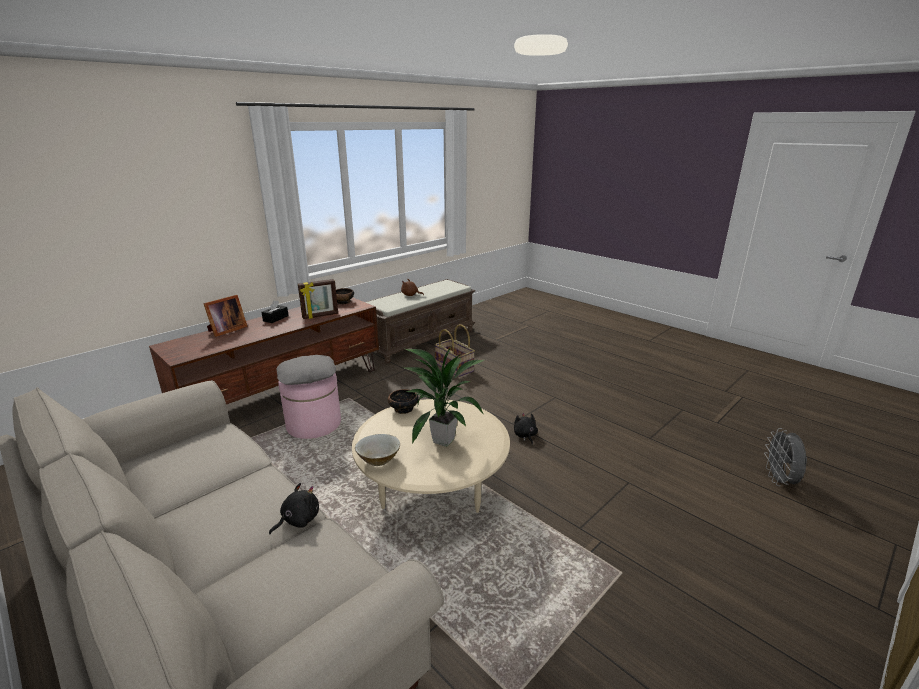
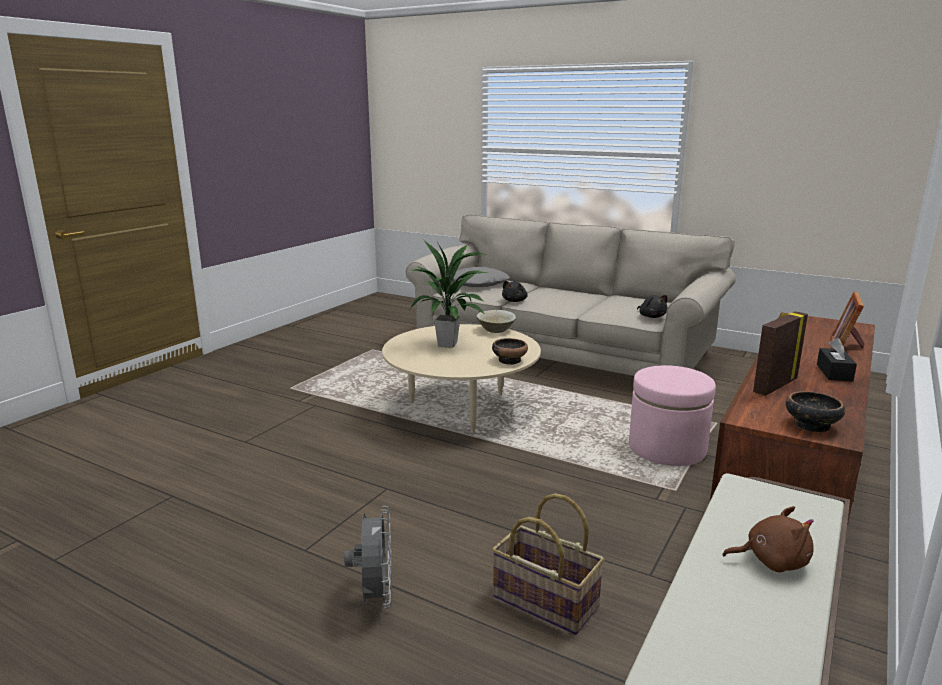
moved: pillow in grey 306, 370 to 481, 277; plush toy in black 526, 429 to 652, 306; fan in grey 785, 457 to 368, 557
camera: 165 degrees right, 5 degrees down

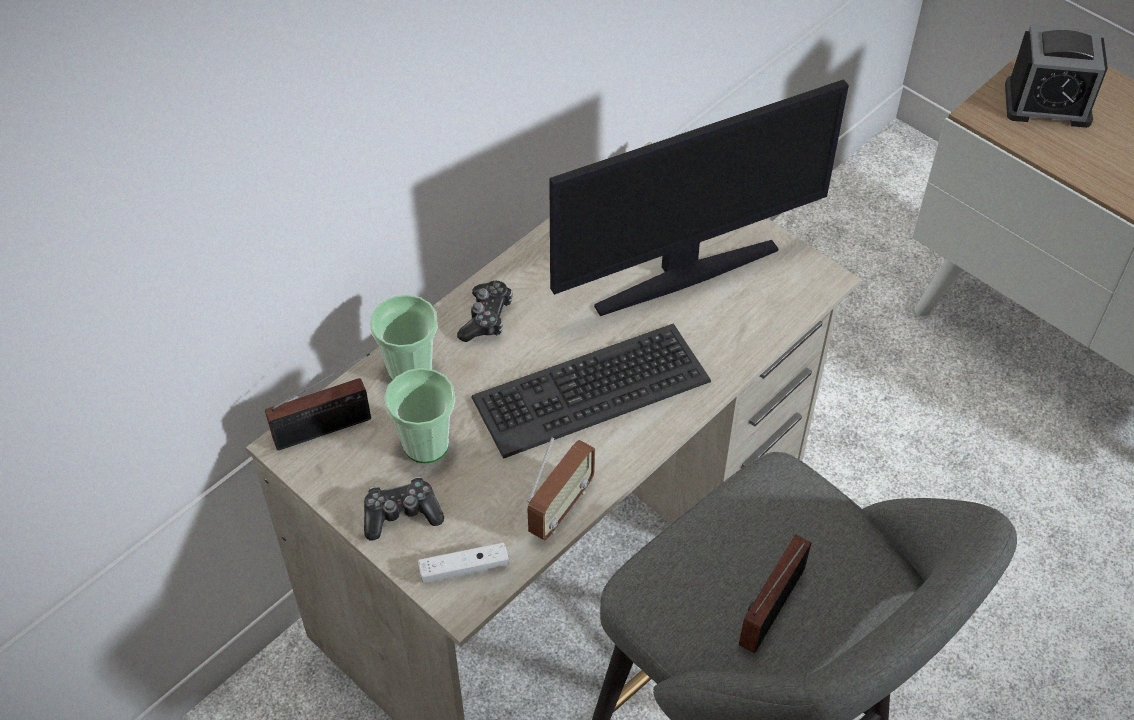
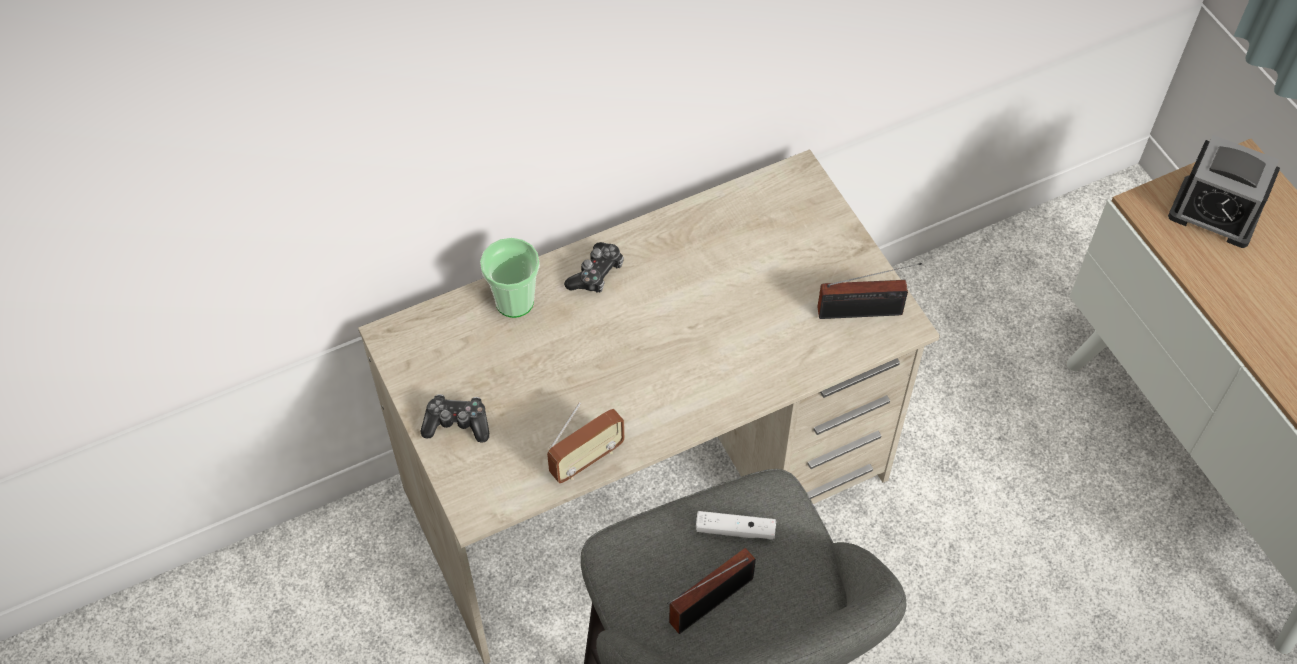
removed: cup 419, 415; keyboard 591, 391; monitor 699, 197
moved: radio 318, 401 to 869, 291; game controller in white 463, 562 to 736, 525
camera: 20 degrees right, 5 degrees up

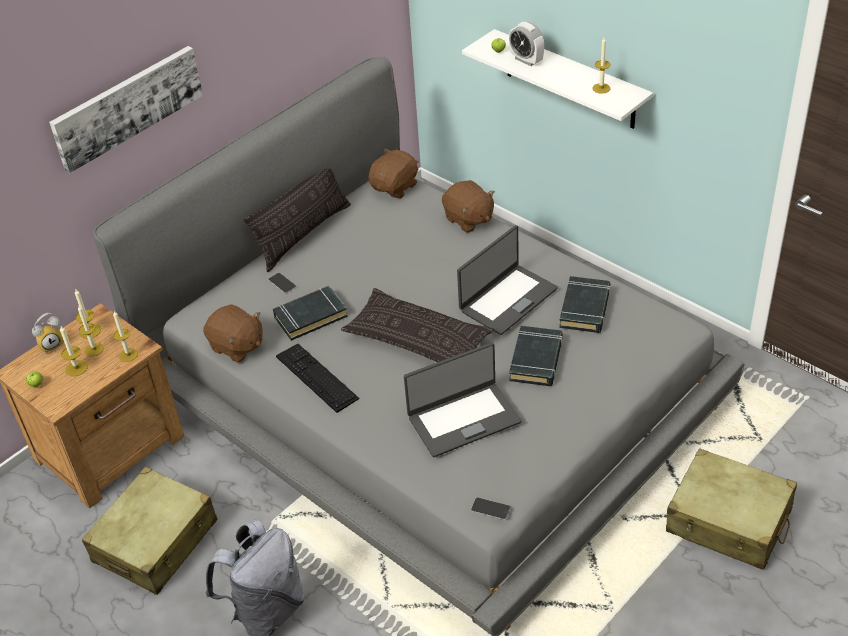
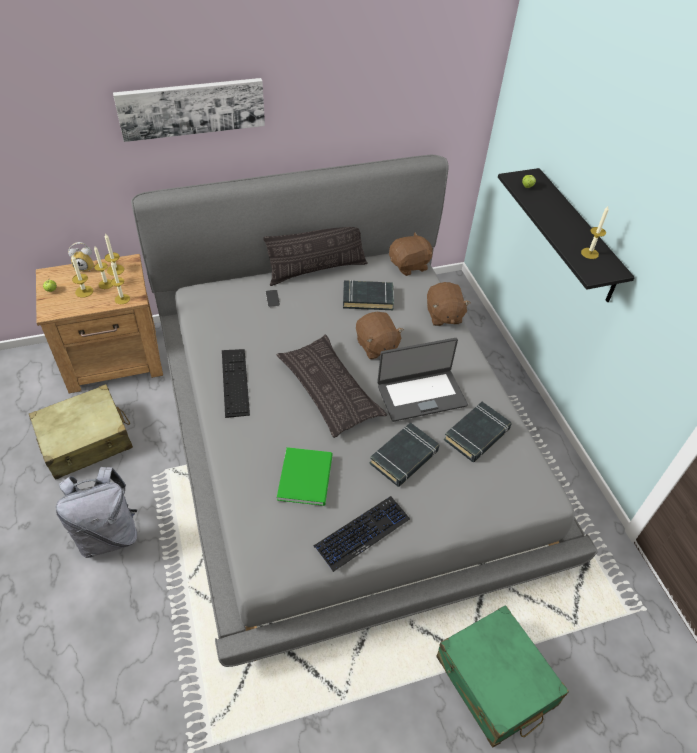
removed: phone 491, 508; alarm clock 526, 44
added: keyboard 362, 534
moved: plush toy in brown 233, 333 to 380, 335; book in black 310, 313 to 368, 295
replaced: laptop 462, 399 to book in green 305, 476
recoloured: shelf in white 557, 79 to shelf in black 566, 235; suitcase in beige 731, 509 to suitcase in green 502, 676
camera: 25 degrees right, 5 degrees up

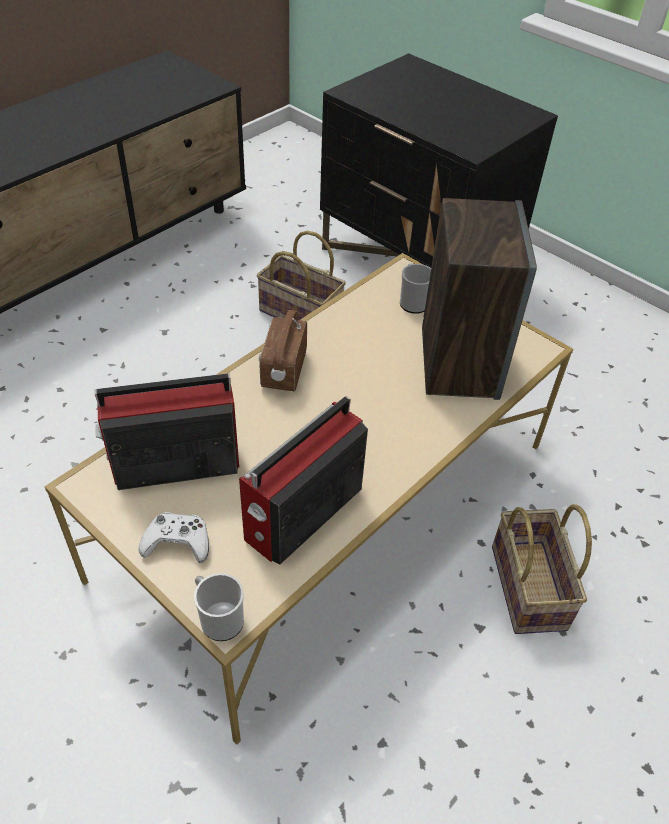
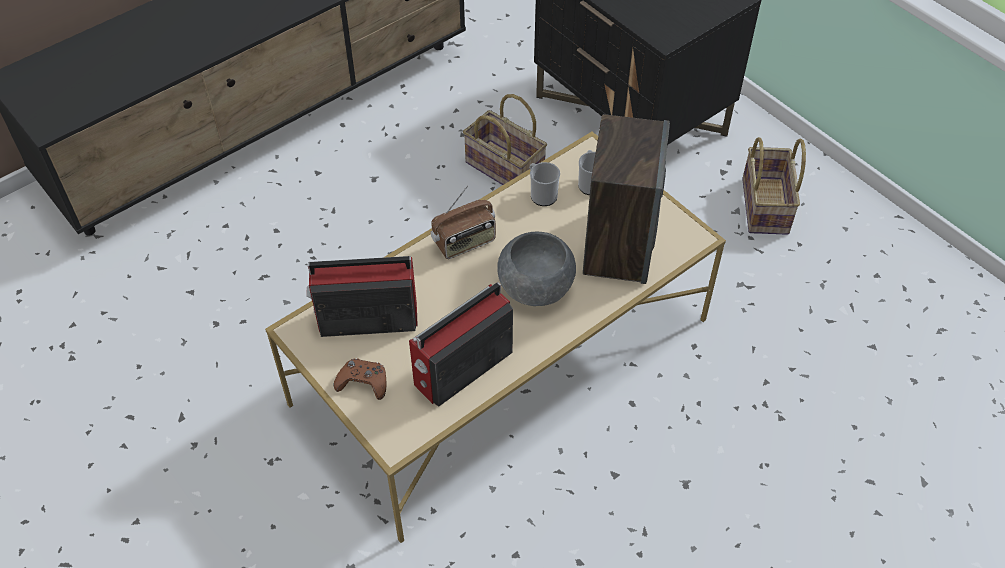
added: bowl in grey 536, 269
moved: mug 219, 607 to 545, 184; basket 542, 569 to 774, 186
recoloured: game controller in white 174, 537 to game controller in brown 360, 379
turned: radio 283, 350 = 463, 222 135 degrees counterclockwise
camera: 10 degrees right, 5 degrees up

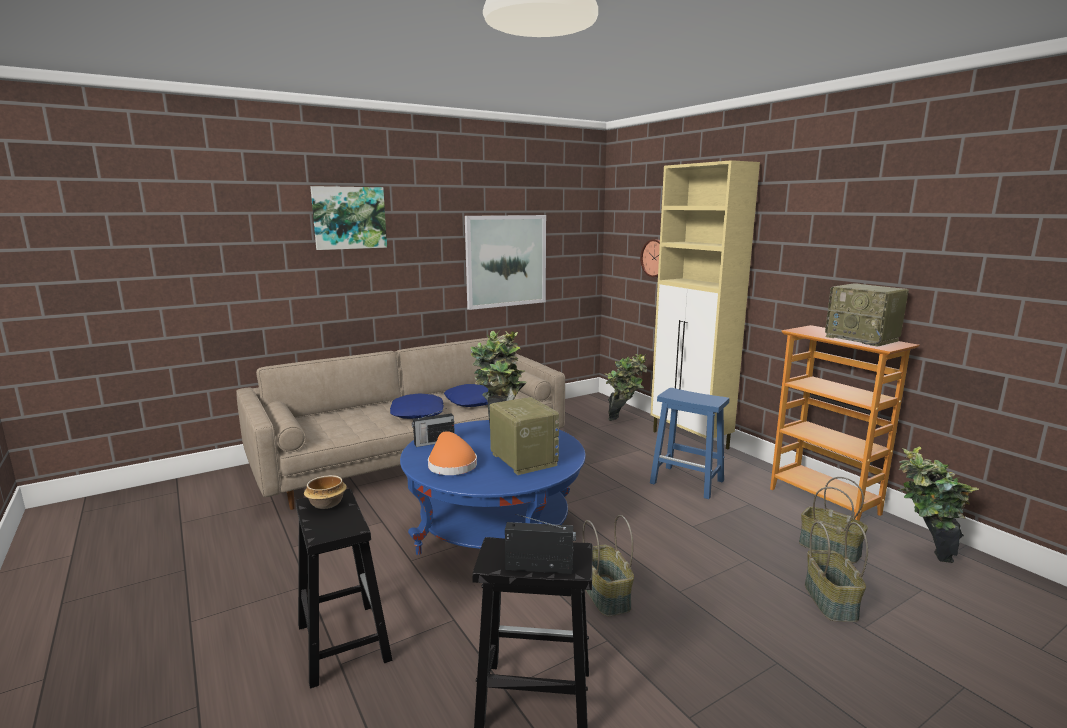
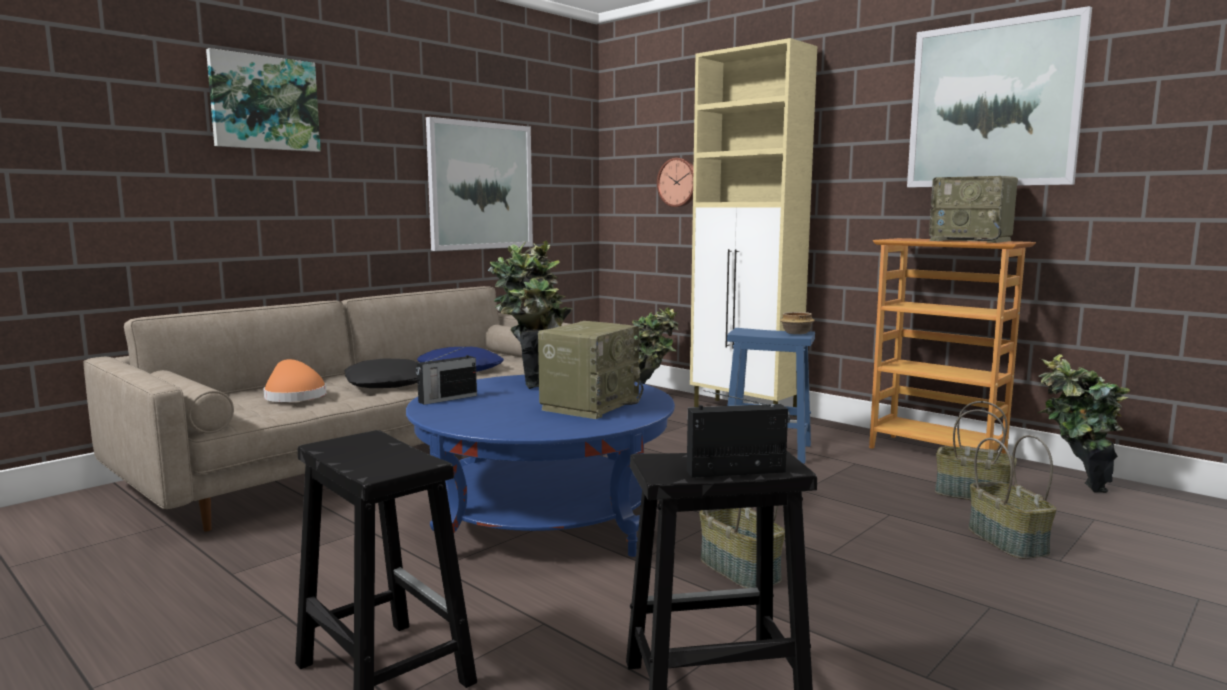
added: picture 999, 96
moved: bowl 325, 492 to 797, 323; hat in orange 452, 453 to 295, 380
recoloured: pillow in blue 417, 406 to pillow in black 381, 373
turned: radio 524, 436 = 590, 370 75 degrees clockwise
camera: 15 degrees left, 5 degrees down

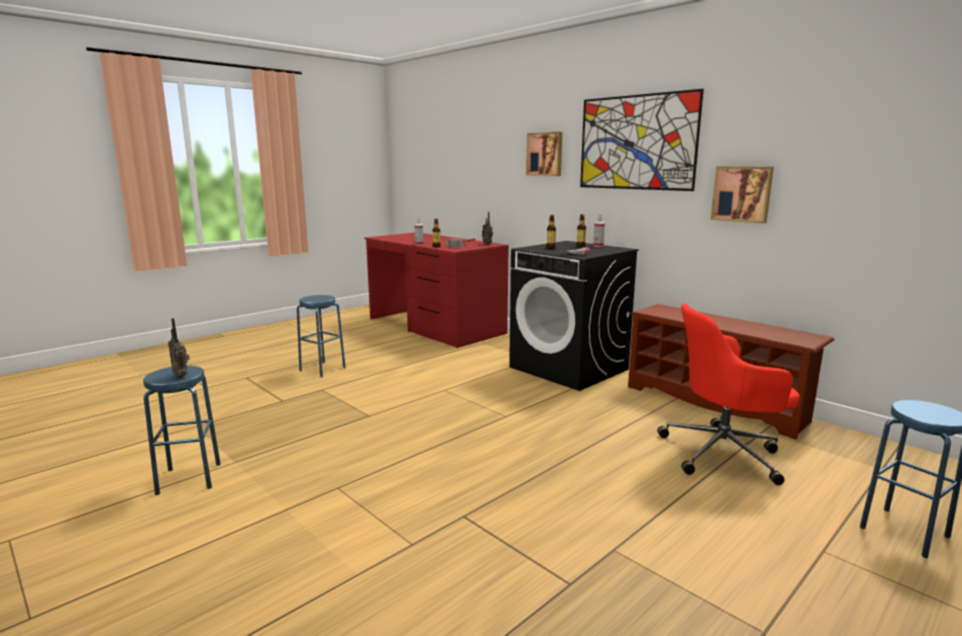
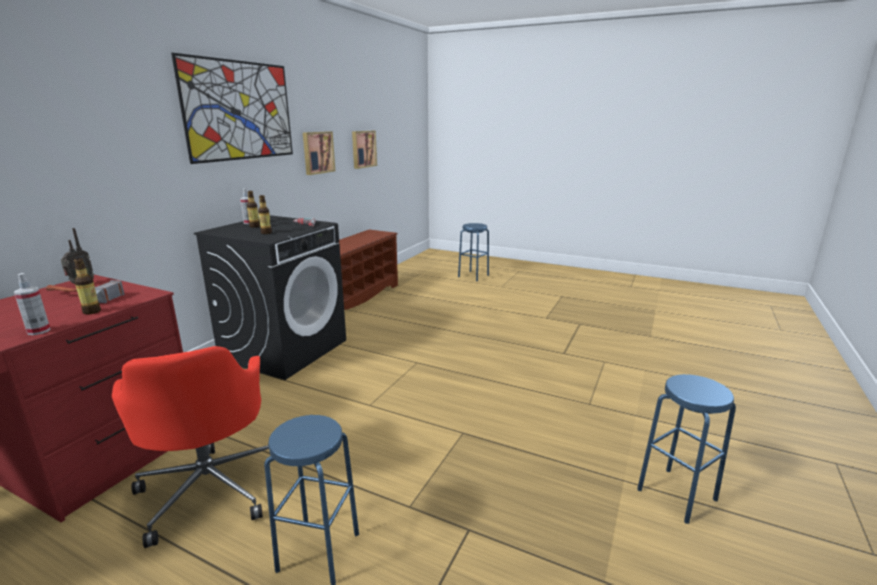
removed: radio 179, 348
moved: picture 544, 154 to 364, 150; office chair in red 728, 394 to 190, 447
camera: 110 degrees left, 5 degrees up

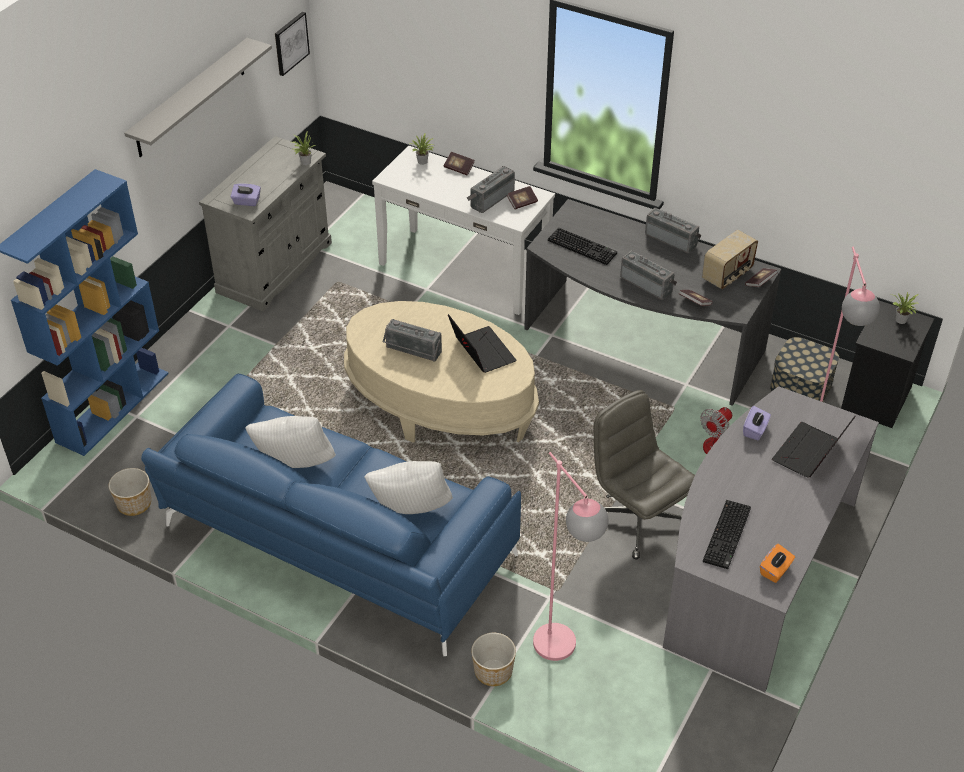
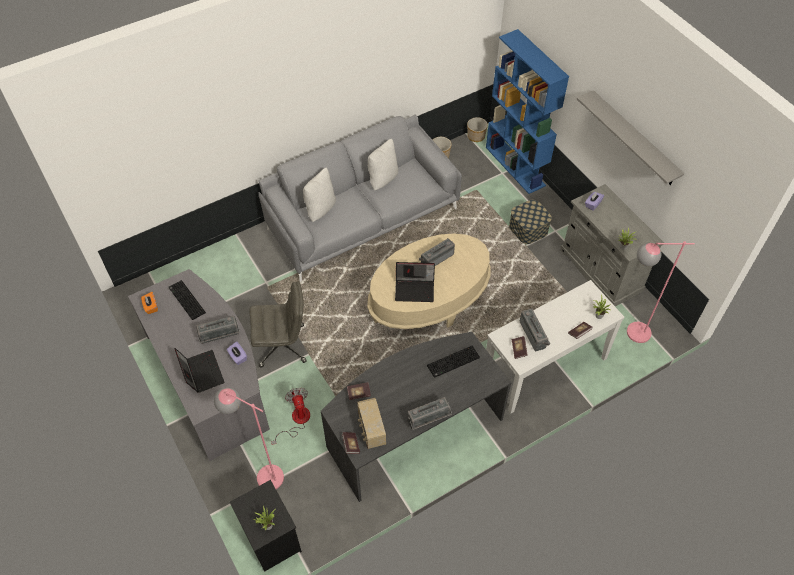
removed: picture 292, 44
moved: planter 493, 659 to 477, 129; floor lamp in pink 571, 556 to 661, 292; radio 648, 275 to 218, 329; storage box 804, 369 to 530, 222
recoloured: sofa in blue 331, 514 to sofa in grey 360, 198
camera: 120 degrees right, 10 degrees up

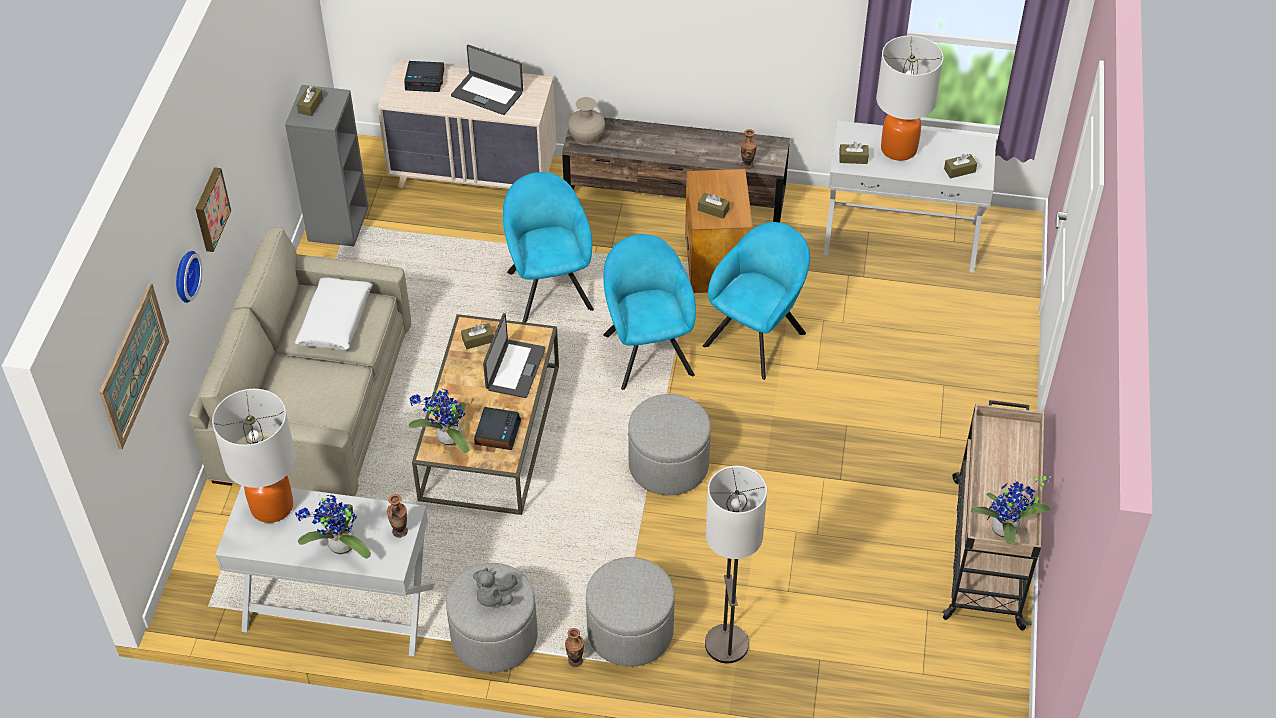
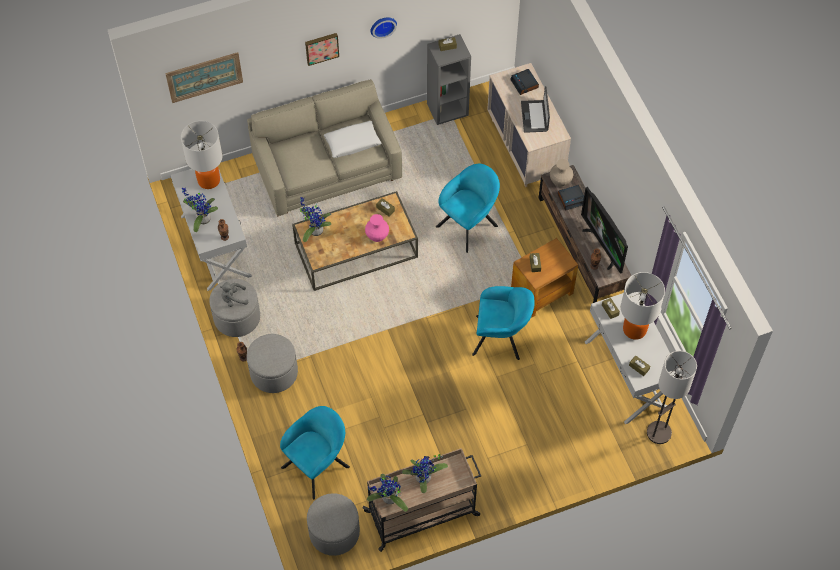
added: potted plant 425, 473; television 604, 230
moved: wall clock 189, 277 to 384, 28; alarm clock 497, 428 to 571, 198; armchair in turquoise 649, 312 to 315, 452; ottoman in grey 669, 444 to 333, 524; floor lamp 736, 564 to 672, 397
replaced: laptop 514, 355 to vase in pink 377, 228
camera: 60 degrees right, 10 degrees up

